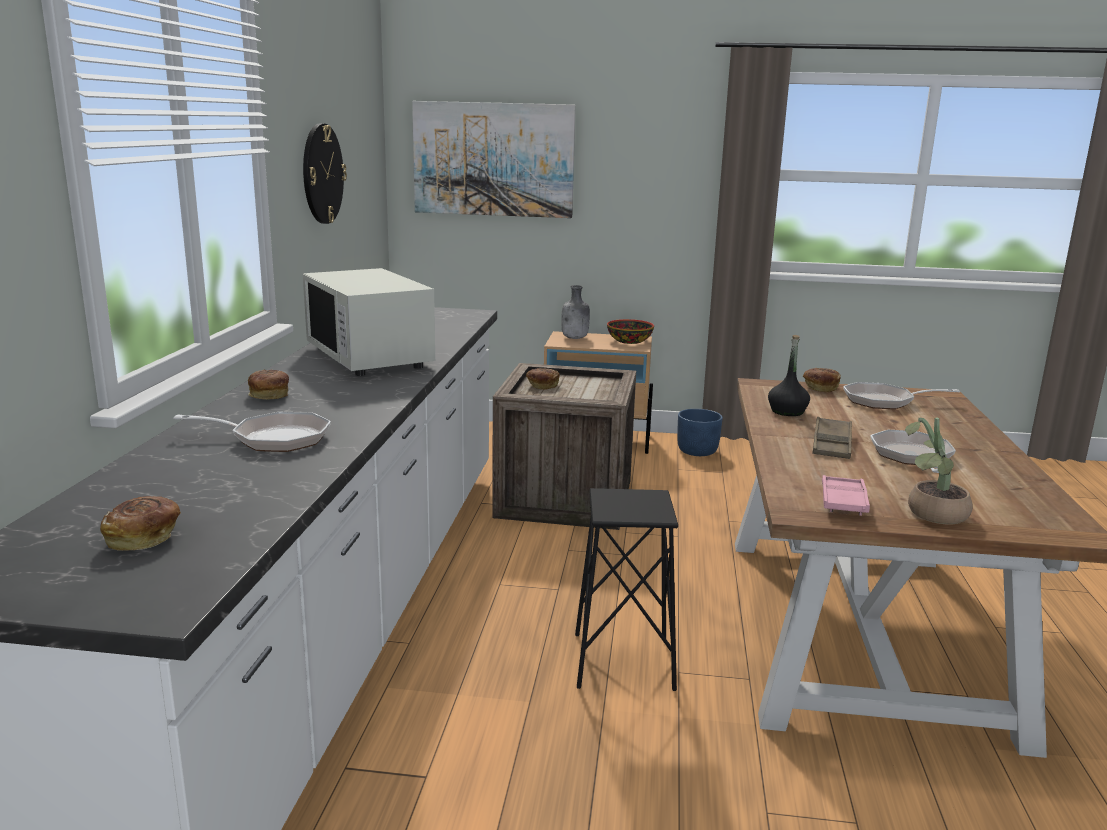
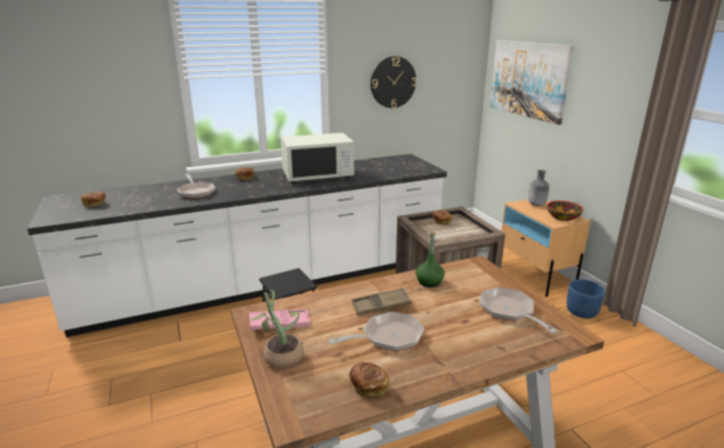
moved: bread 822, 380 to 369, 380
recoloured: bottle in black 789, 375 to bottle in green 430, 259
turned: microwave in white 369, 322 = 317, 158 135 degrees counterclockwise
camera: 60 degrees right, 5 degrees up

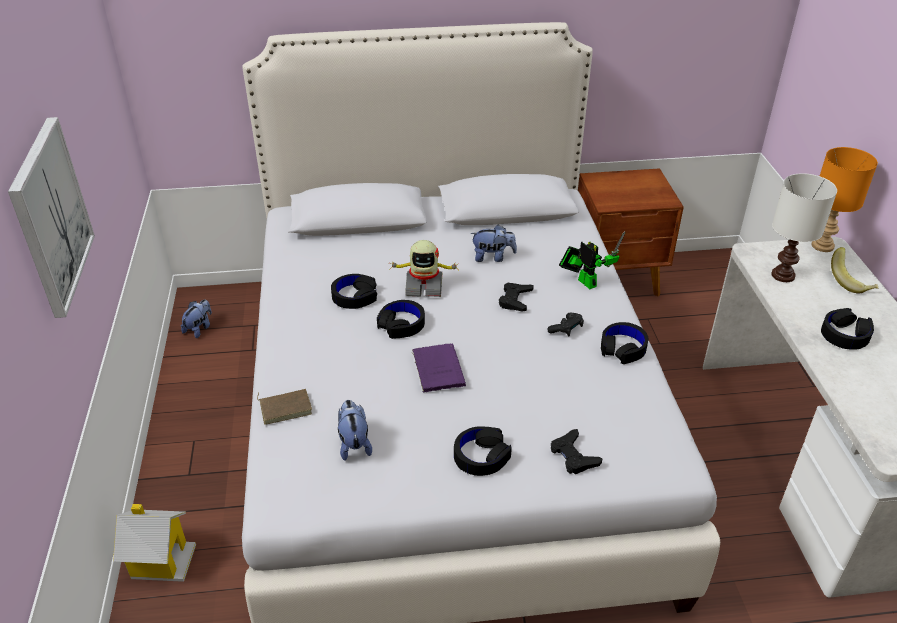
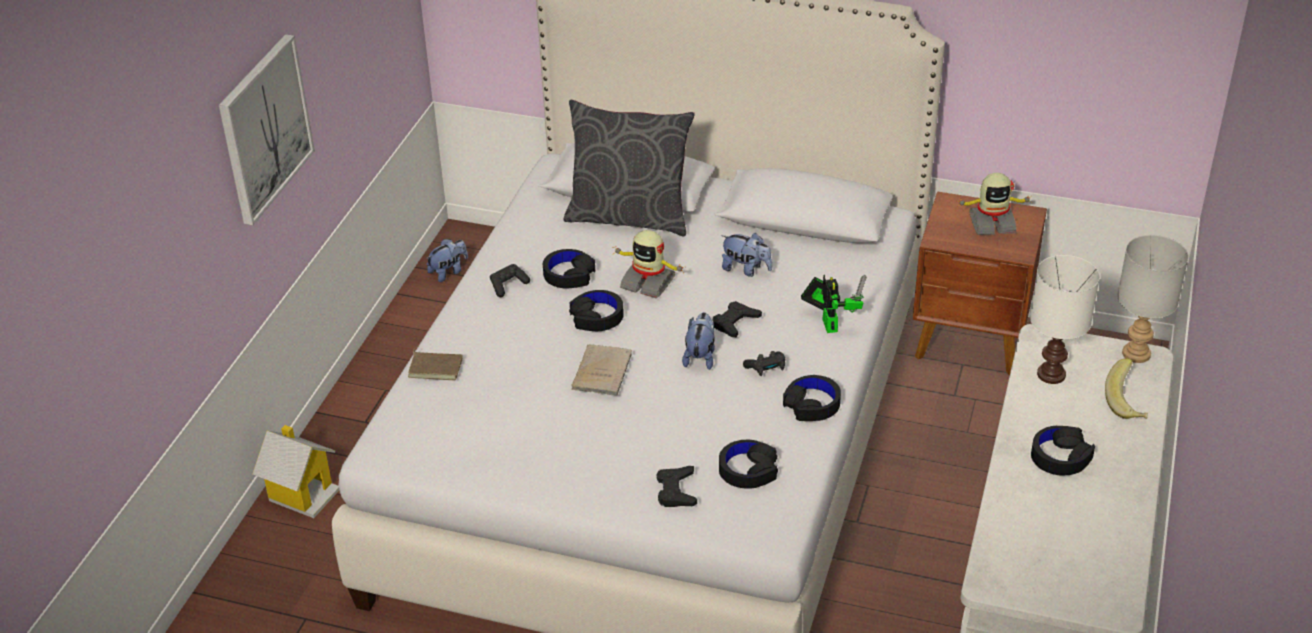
added: game controller in black 510, 280; pillow in grey 629, 168; toy robot 994, 204
moved: plush toy 355, 430 to 698, 341; headphones in black 483, 451 to 748, 464
recoloured: book in purple 438, 368 to book in beige 601, 369; table lamp in orange 844, 199 to table lamp in grey 1153, 299
camera: 25 degrees right, 0 degrees up

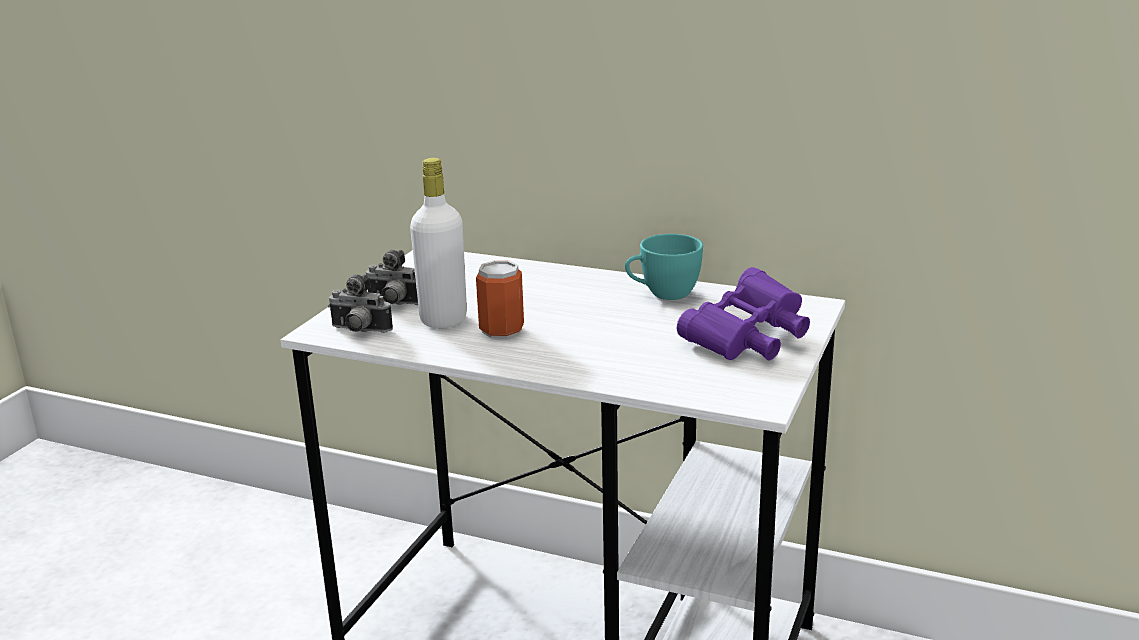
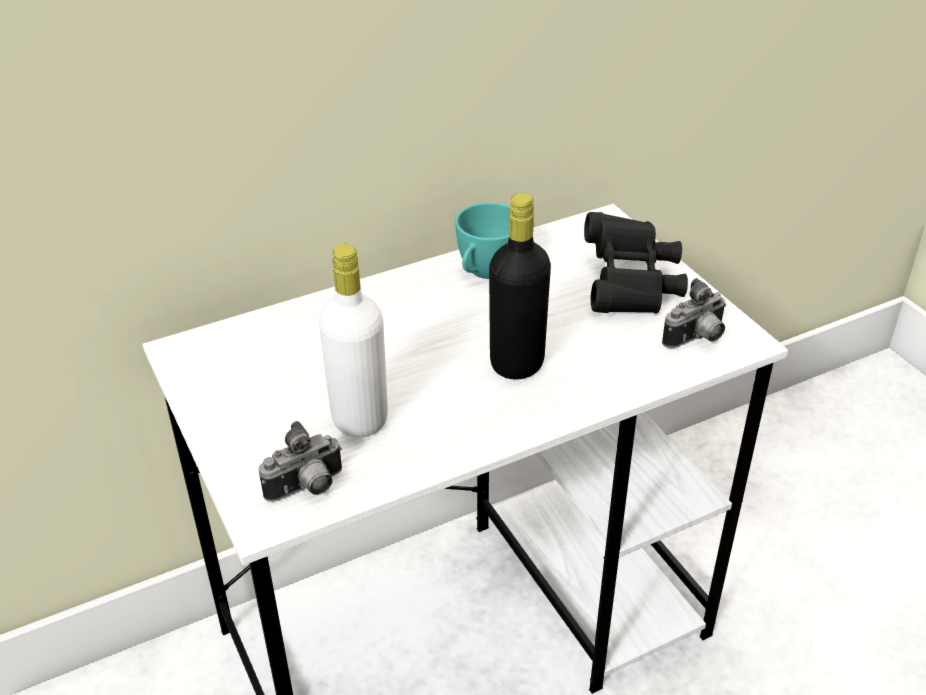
removed: can 500, 299
added: bottle in black 520, 286
moved: photo camera 392, 277 to 694, 313
recoloured: binoculars in purple 743, 313 to binoculars in black 636, 263
camera: 50 degrees left, 15 degrees up

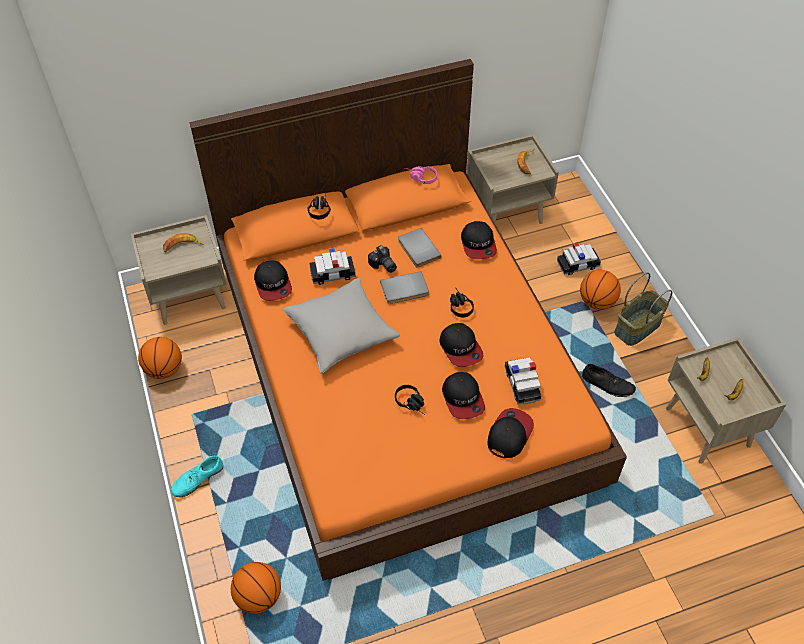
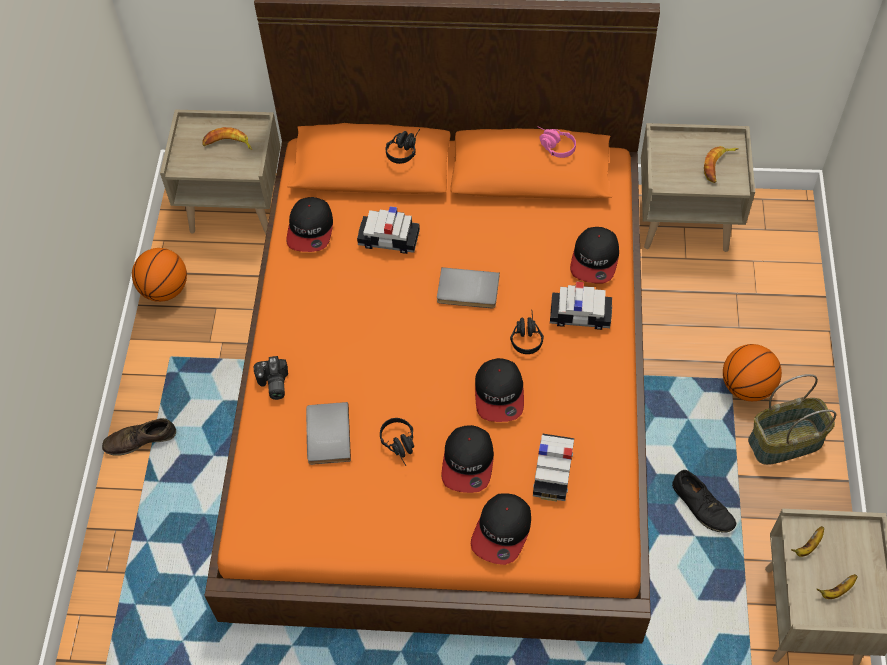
removed: basketball 256, 588; pillow in grey 341, 325
moved: photo camera 382, 259 to 271, 378; book in grey 419, 248 to 328, 433; toy car 579, 258 to 581, 305
recoloured: shoe in turquoise 197, 476 to shoe in brown 139, 437
turned: cap 511, 433 = 501, 529 150 degrees clockwise
camera: 25 degrees right, 5 degrees up

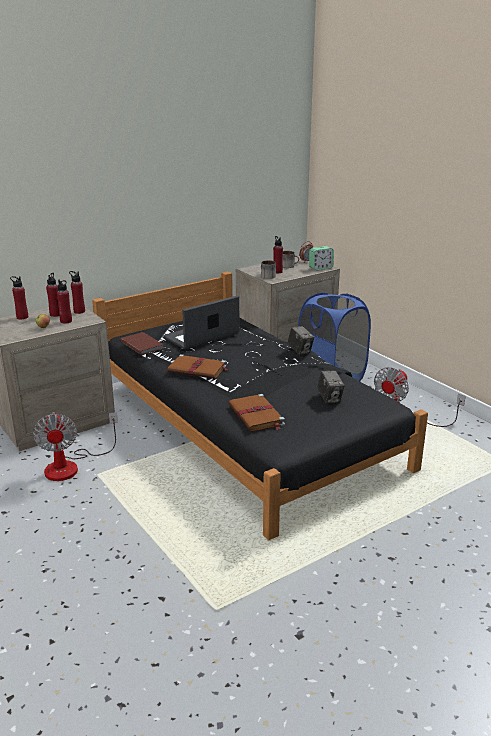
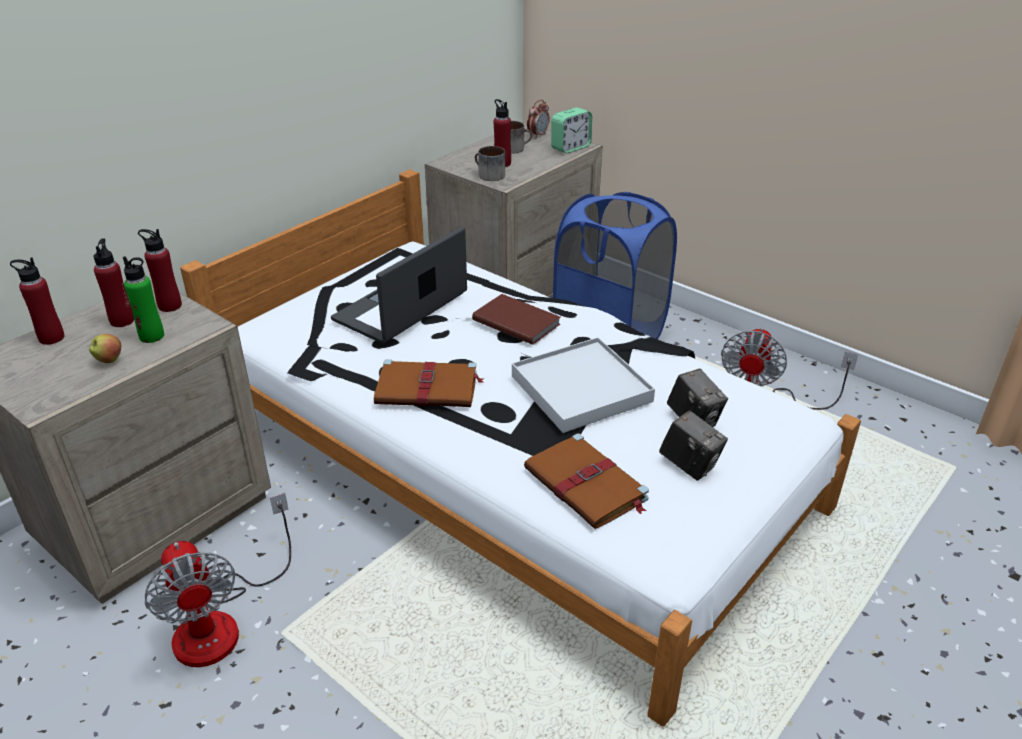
added: tray in white 583, 385
moved: book in brown 142, 343 to 516, 319; photo camera 300, 340 to 693, 445
recoloured: bottle in red 64, 302 to bottle in green 143, 299; bed in black 260, 405 to bed in white 520, 448
camera: 15 degrees left, 10 degrees up

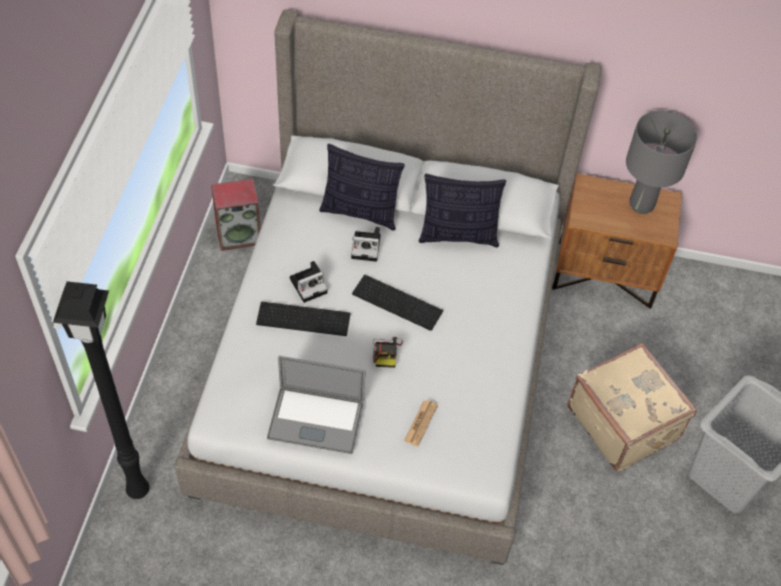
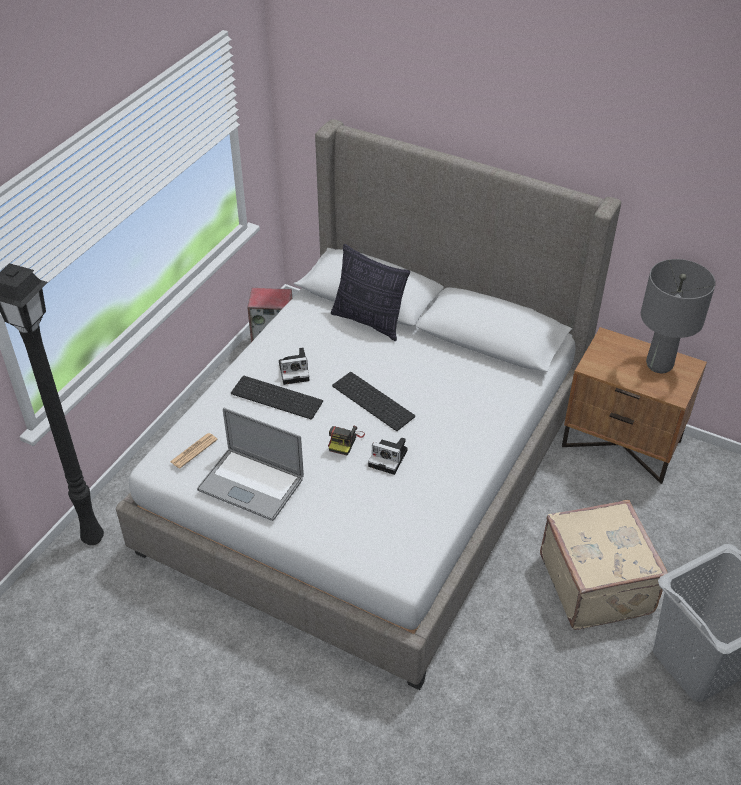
removed: pillow 462, 210
moved: photo camera 366, 244 to 388, 456; newspaper 421, 423 to 194, 451
camera: 20 degrees right, 10 degrees down

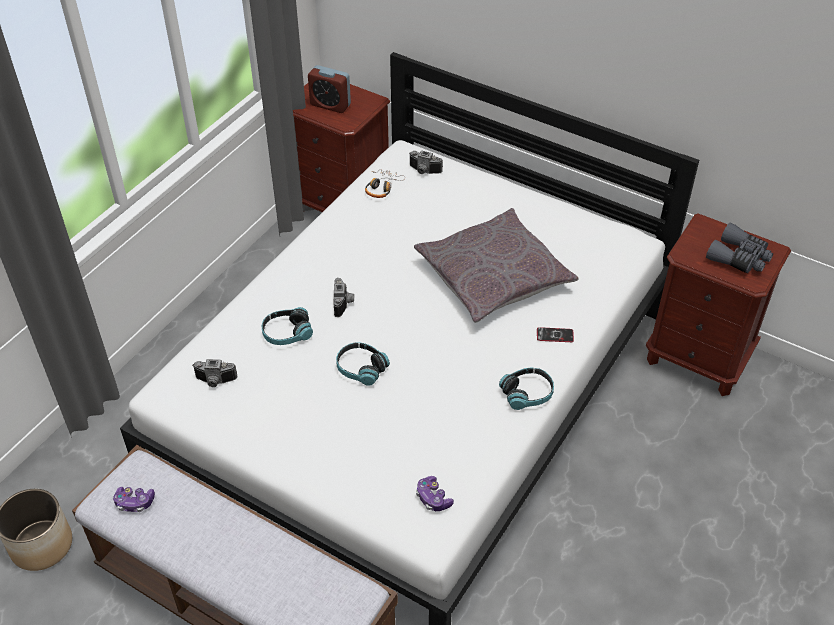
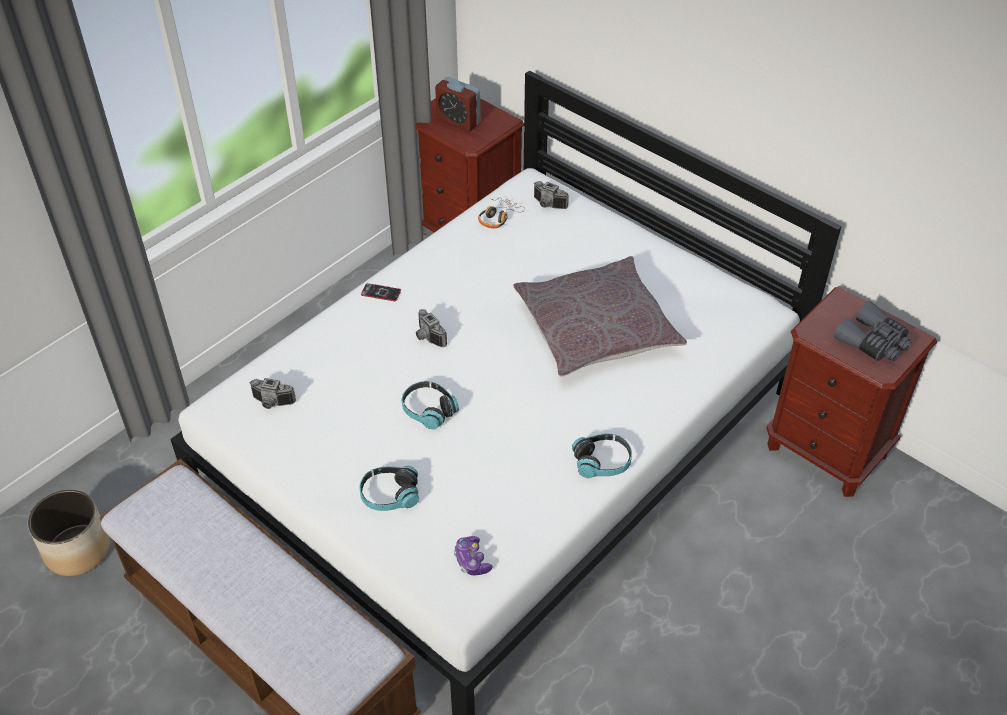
removed: game controller 134, 499
moved: headphones 287, 326 to 389, 488; phone 555, 334 to 381, 292
turned: photo camera 343, 297 = 431, 328 135 degrees clockwise
camera: 10 degrees right, 0 degrees up

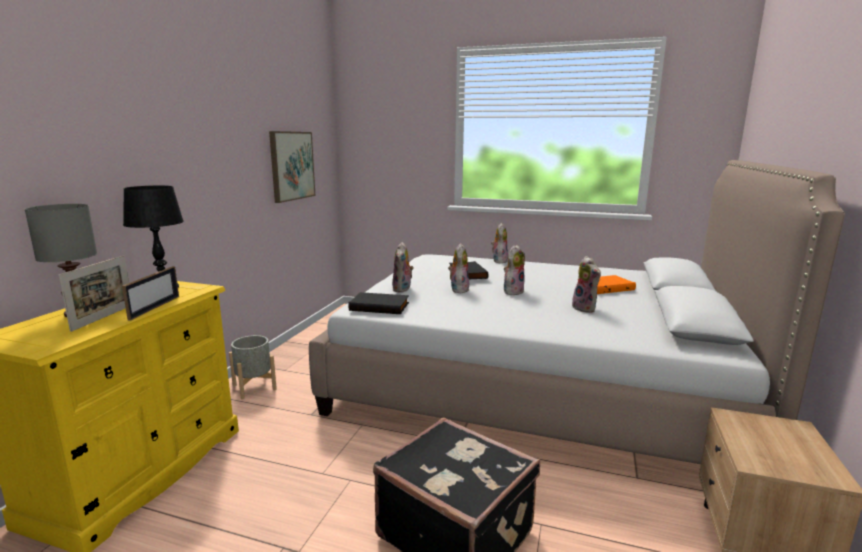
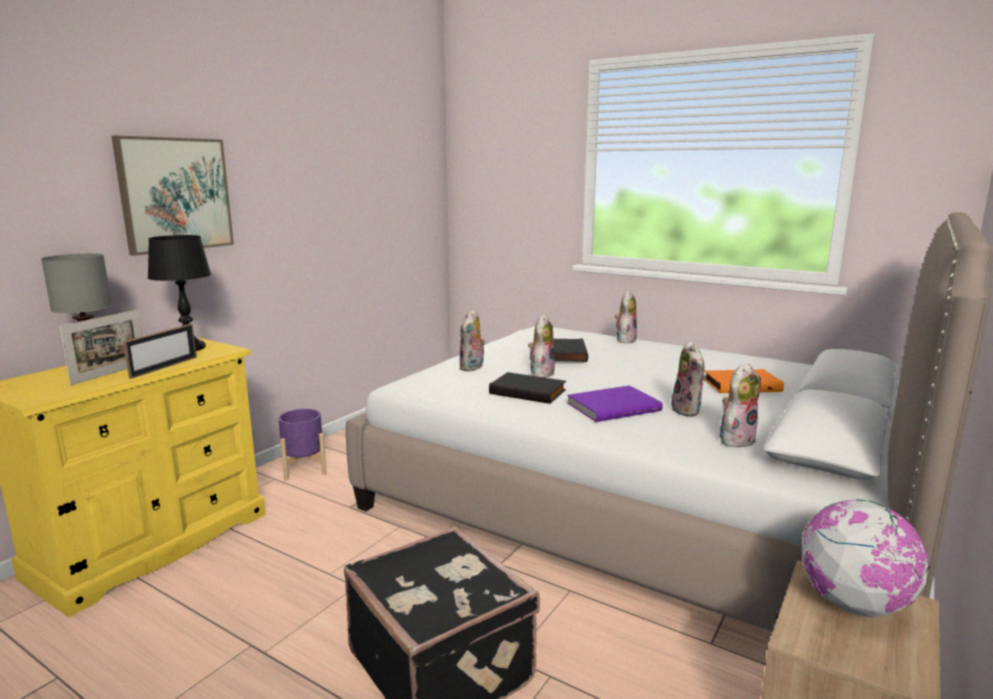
added: book in purple 615, 403; globe 865, 558
moved: picture 292, 167 to 173, 196; book in black 378, 303 to 527, 388; plush toy 514, 270 to 740, 405
recoloured: planter in grey 253, 367 to planter in purple 302, 445
camera: 15 degrees right, 0 degrees up

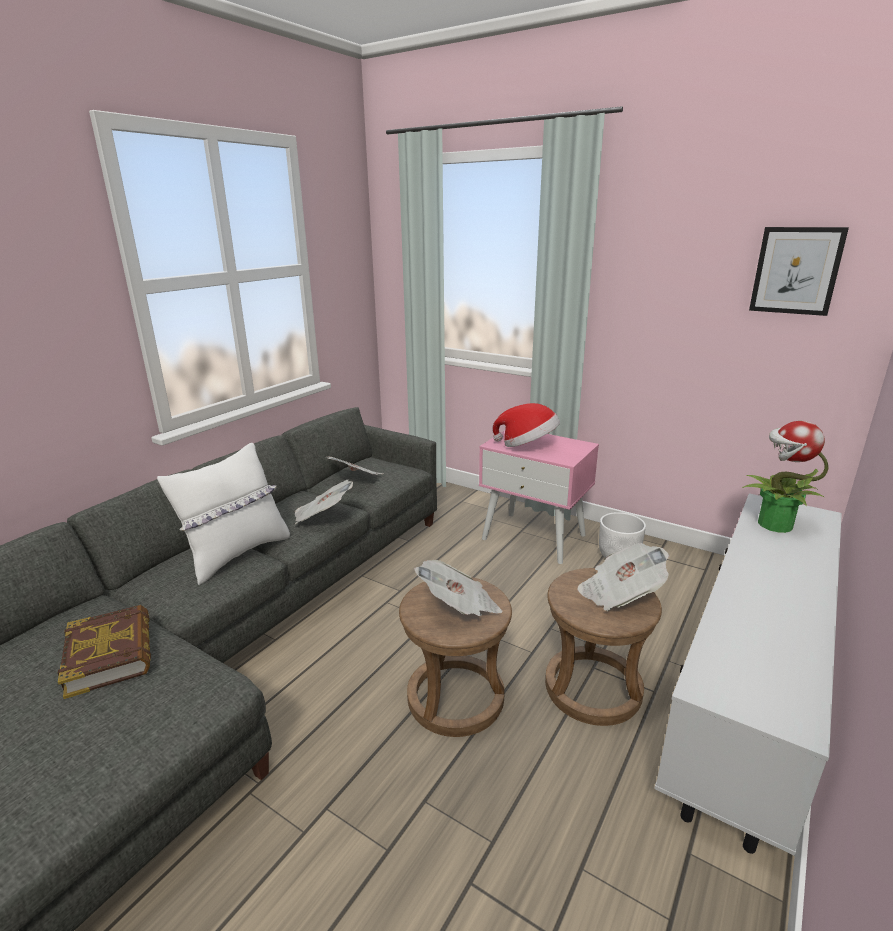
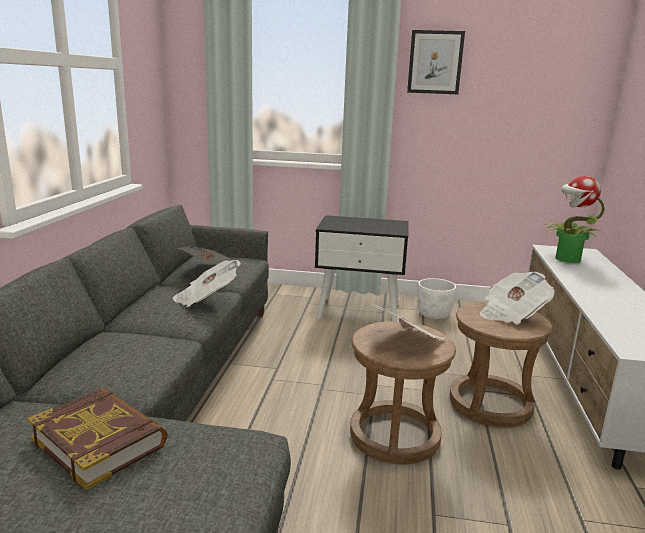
removed: pillow in white 223, 514; hat 526, 425
moved: picture 799, 271 to 436, 62
recoloured: nightstand in pink 539, 497 to nightstand in black 362, 268
camera: 25 degrees left, 5 degrees down

